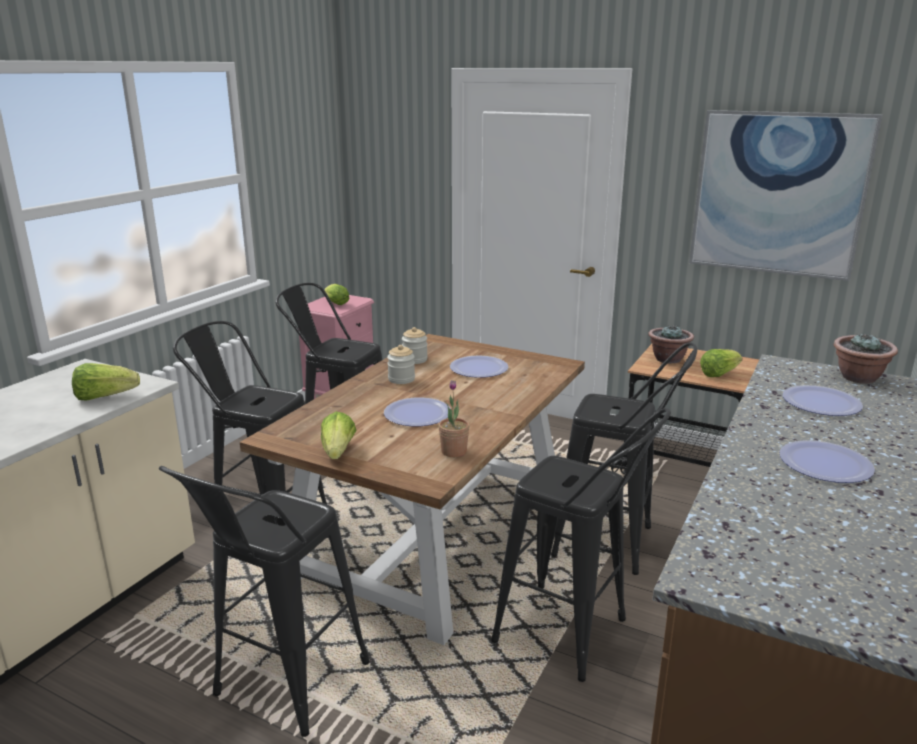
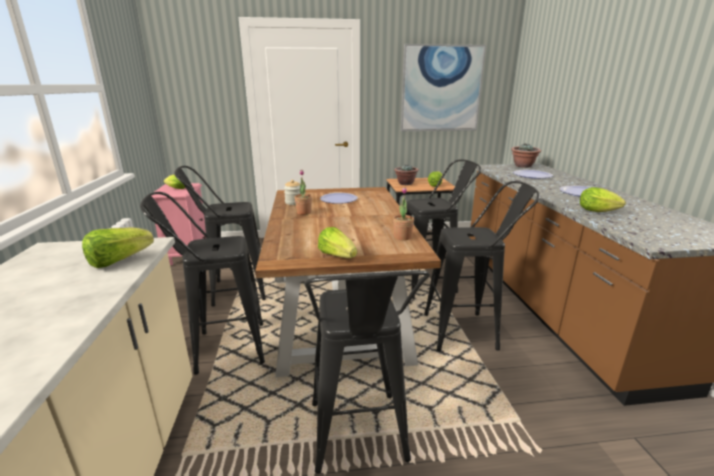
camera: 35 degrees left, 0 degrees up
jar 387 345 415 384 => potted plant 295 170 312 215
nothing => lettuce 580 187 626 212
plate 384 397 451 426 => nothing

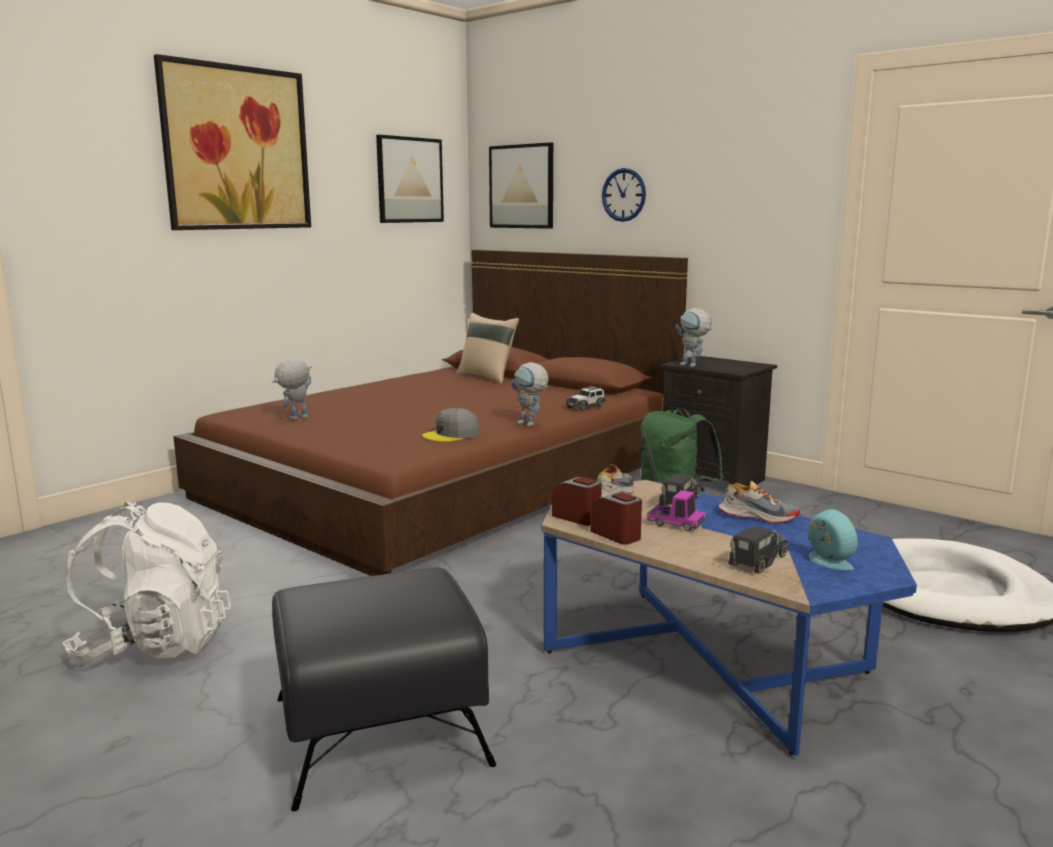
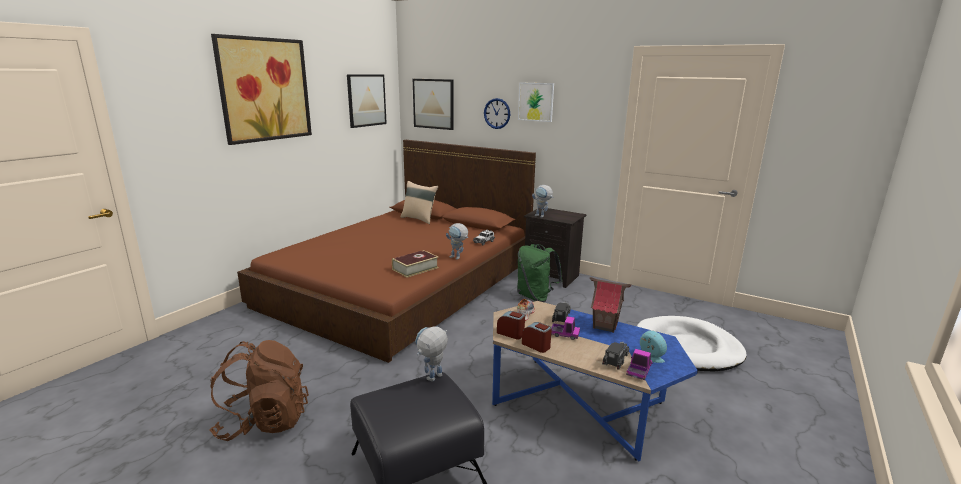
camera: 10 degrees left, 5 degrees up
backpack (white) 62 502 231 661 => backpack (brown) 210 340 309 441
cap (grey) 422 408 480 442 => book 392 250 439 278
toy robot 272 358 312 420 => toy robot 415 326 448 381, moved
nothing => picture 518 82 554 122
shoe 718 481 800 523 => toy house 590 277 631 333
nothing => toy truck 626 349 653 380

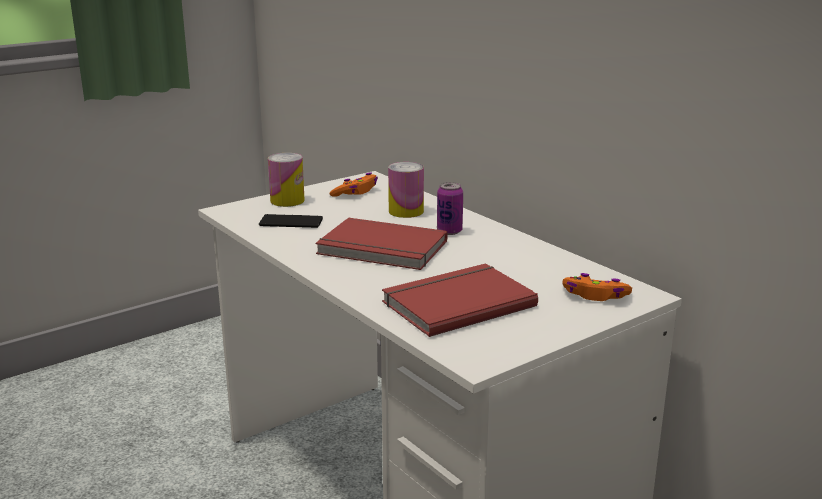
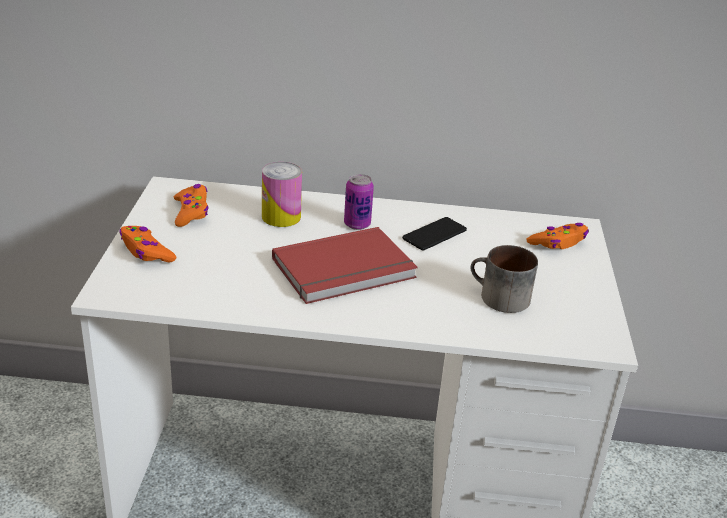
camera: 50 degrees left, 10 degrees up
can 268 153 305 207 => game controller (orange) 119 226 176 263
phone 259 214 323 228 => phone 402 217 467 250, moved
book (red) 382 263 538 337 => mug 471 245 538 313

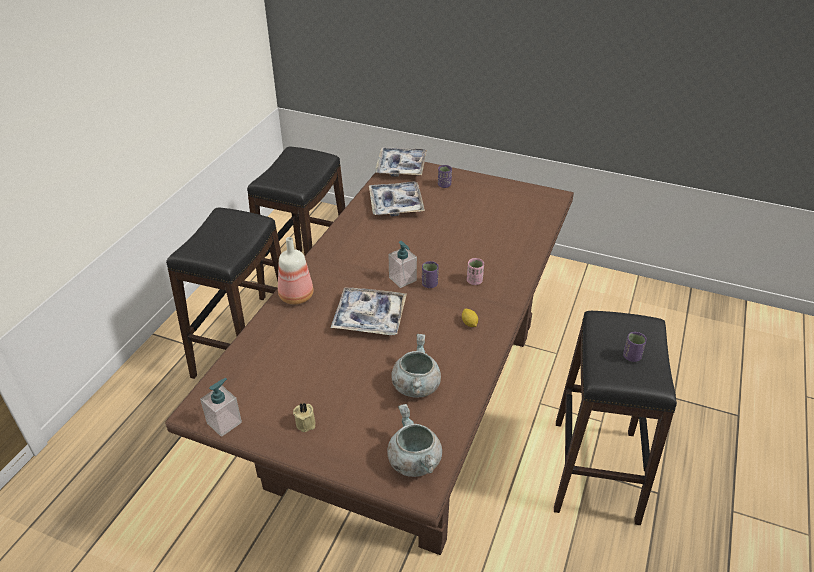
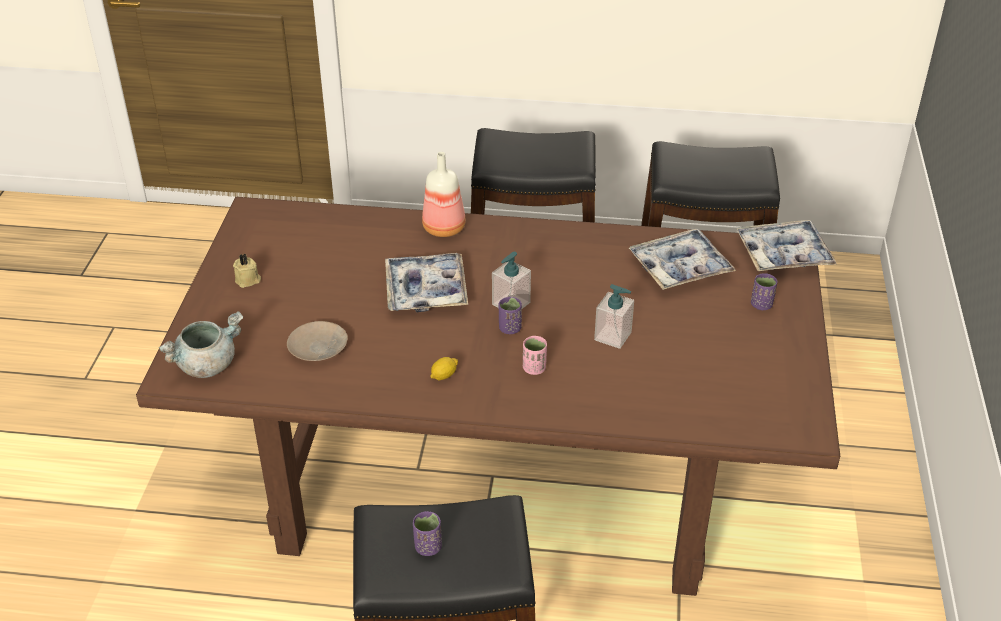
camera: 75 degrees right, 0 degrees up
cooking pot (grey) 391 334 441 397 => plate (beige) 287 321 348 361
soap dispenser 200 378 242 437 => soap dispenser 594 284 634 349, moved

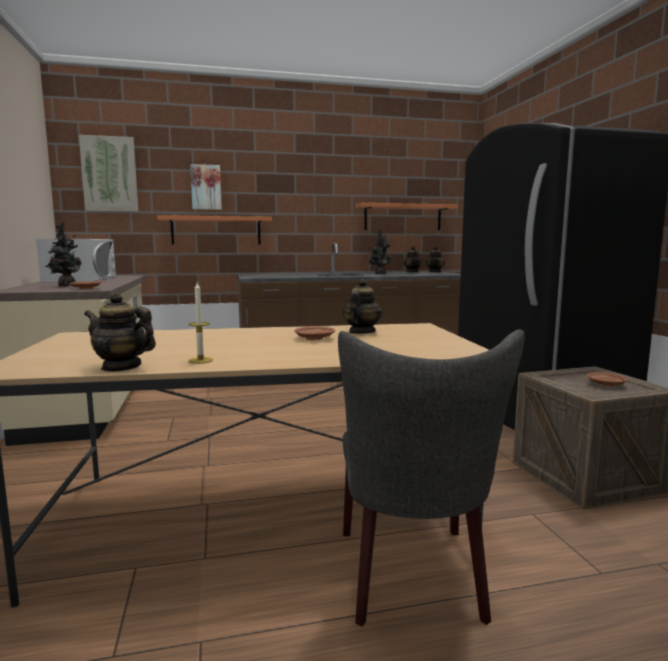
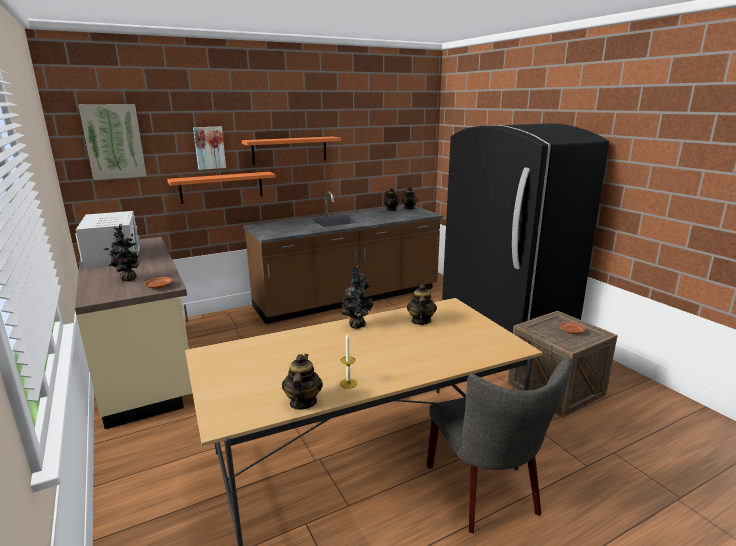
camera: 15 degrees left, 10 degrees up
shelf (orange) 356 203 458 231 => shelf (orange) 242 137 341 165, moved
teapot 84 293 156 372 => teapot 282 354 323 410, 90 degrees clockwise
potted plant 368 229 392 274 => potted plant 340 266 373 329, moved
plate (brown) 294 326 335 340 => nothing

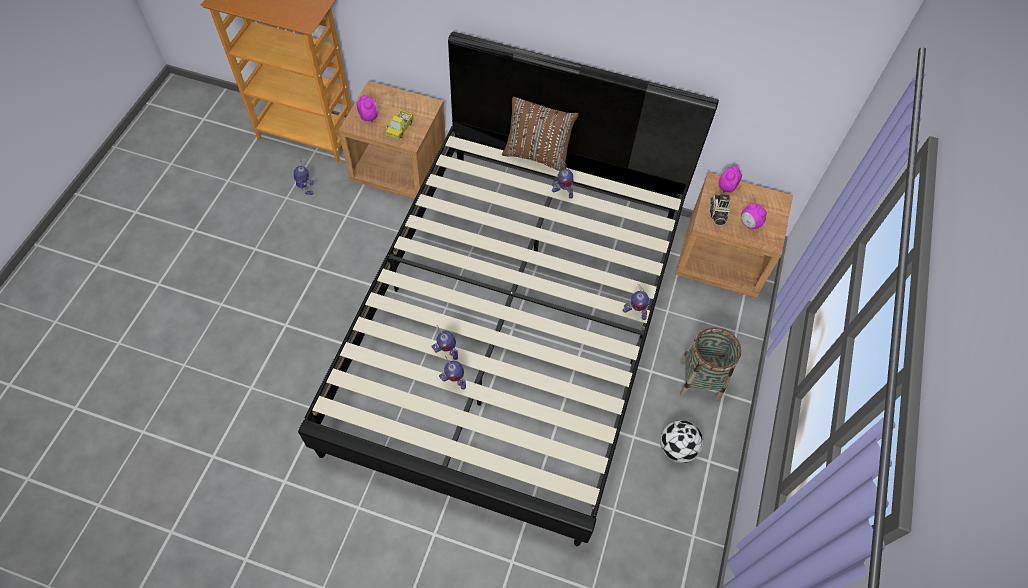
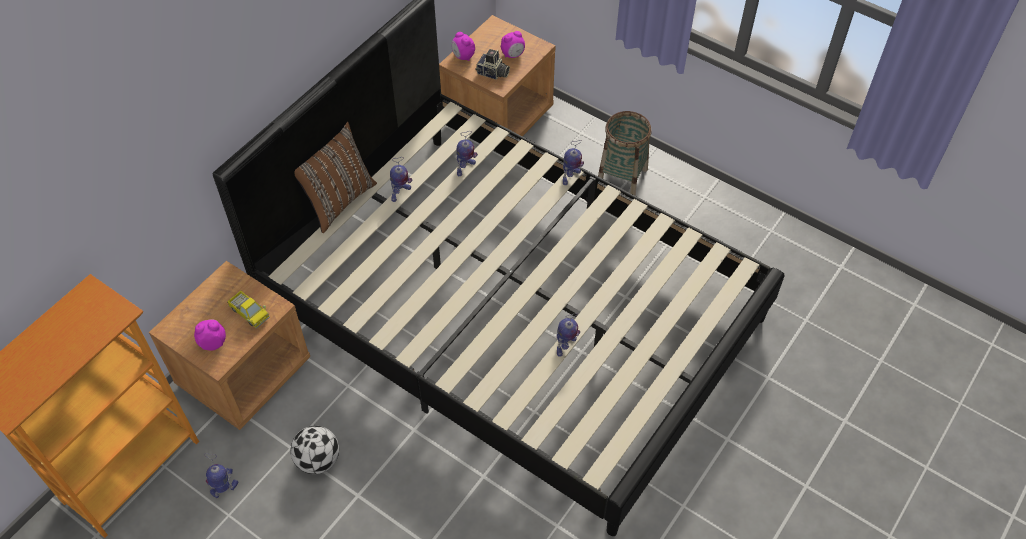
camera: 70 degrees left, 5 degrees down
football 660 420 703 463 => football 291 426 339 474, moved
toy robot 439 356 466 389 => toy robot 456 131 478 176, moved

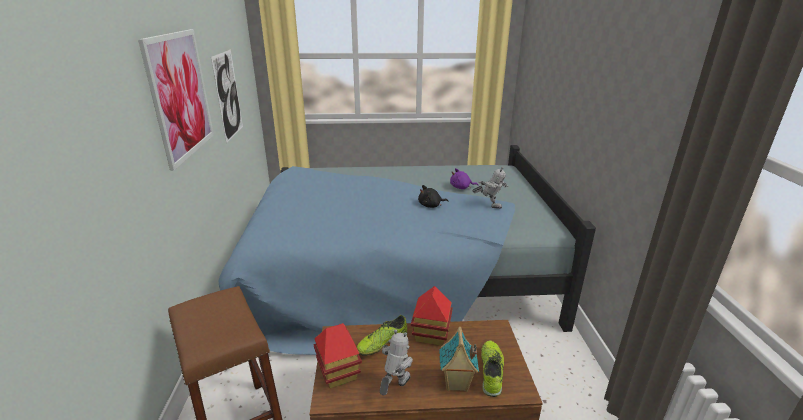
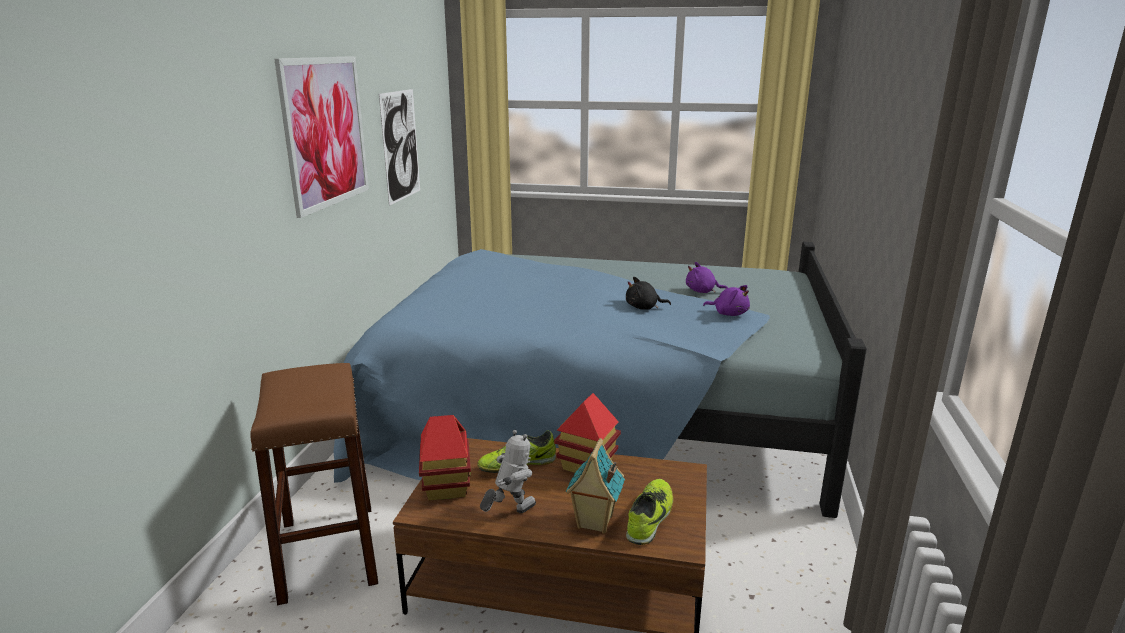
camera: 15 degrees right, 5 degrees down
toy robot 472 167 508 209 => plush toy (purple) 703 285 750 316

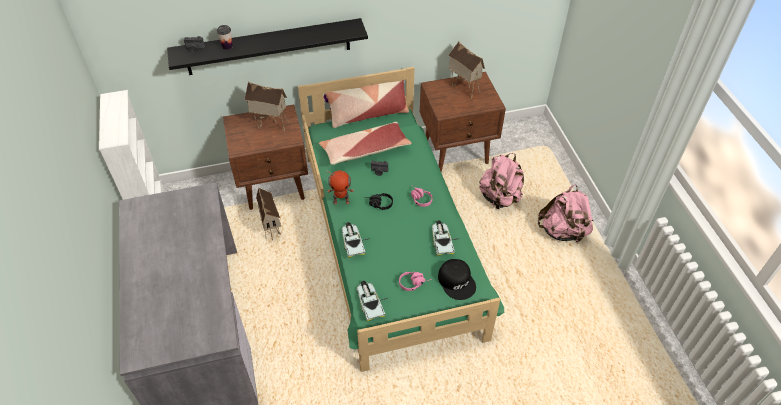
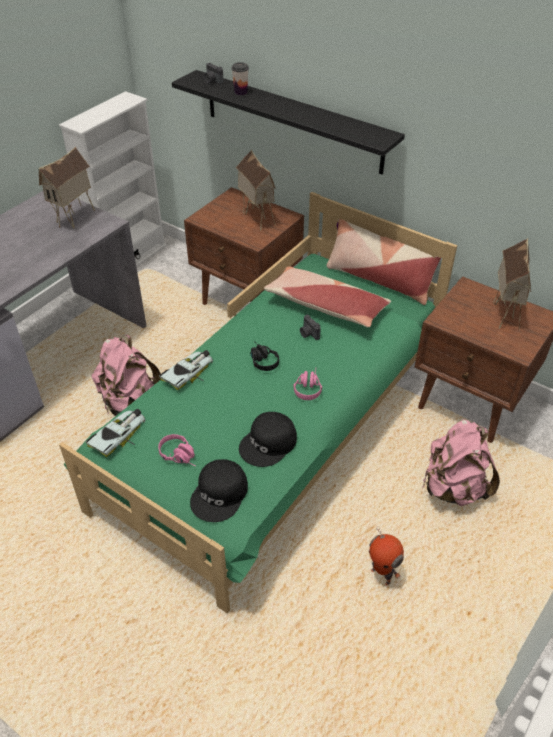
camera: 50 degrees right, 5 degrees down
toy house 256 187 282 240 => toy house 38 147 95 229, moved
backpack (pink) 538 184 593 243 => backpack (pink) 92 335 161 416, moved
toy car 432 220 457 256 => cap (black) 239 412 297 467
toy robot 327 170 354 204 => toy robot 368 526 404 586, moved

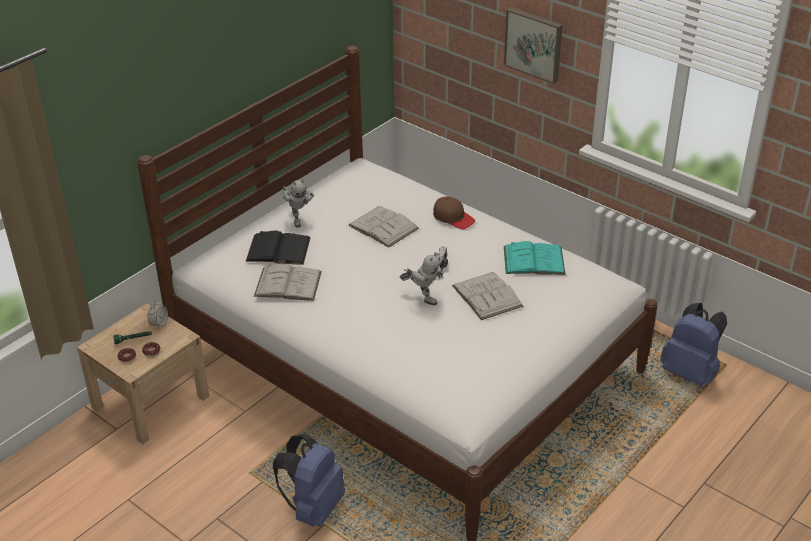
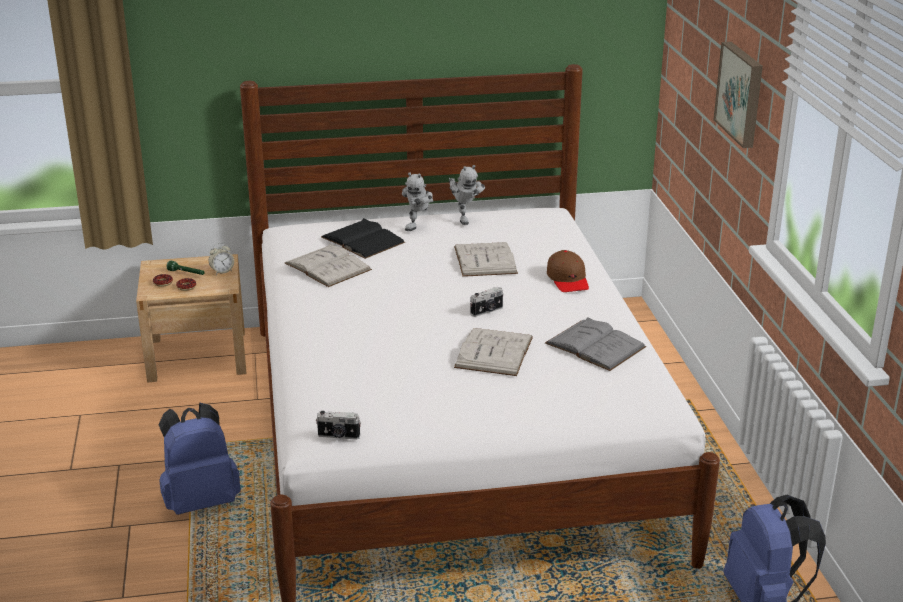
camera: 40 degrees right, 10 degrees down
nothing => photo camera 316 411 361 440
toy robot 400 252 444 305 => toy robot 449 165 485 225, moved
book (turquoise) 504 241 566 275 => book (grey) 545 317 646 371

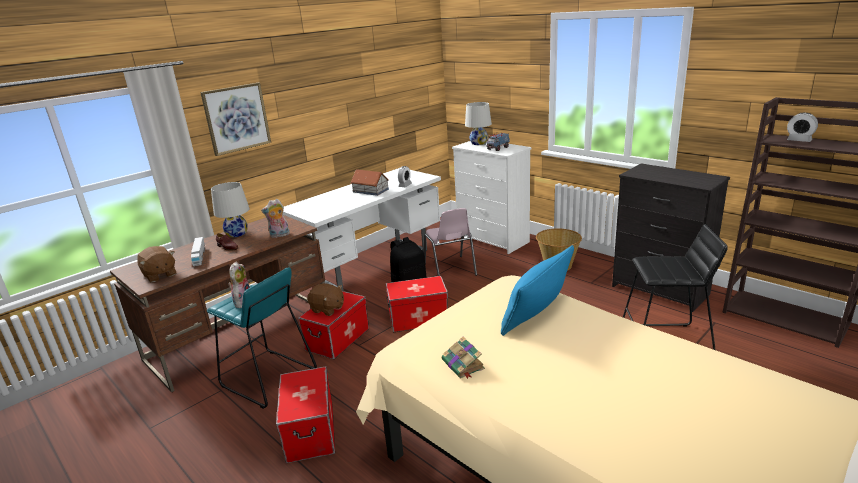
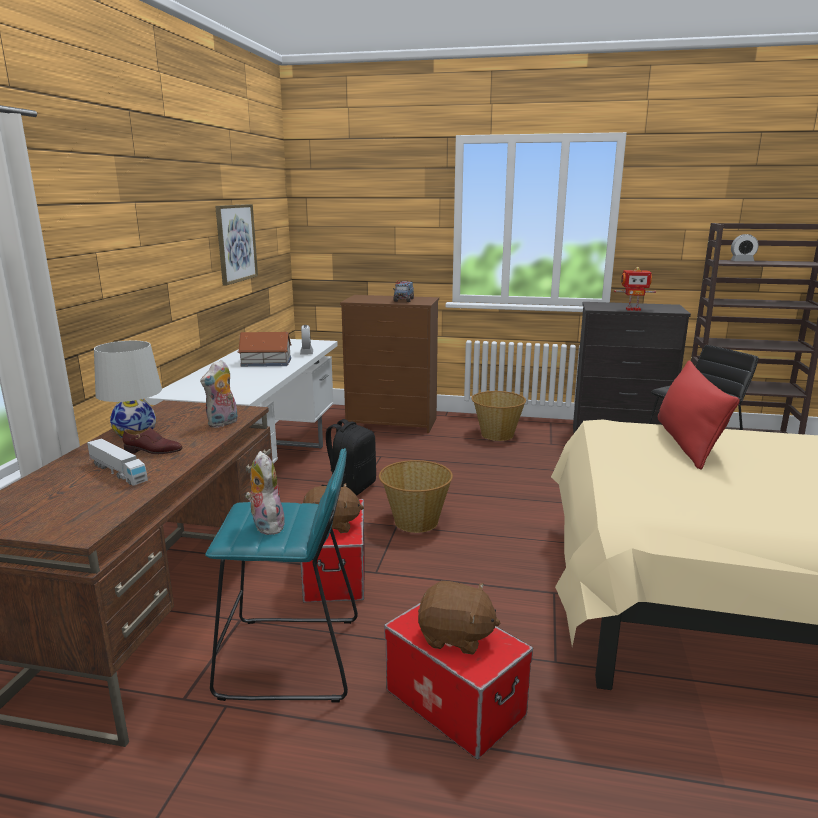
camera: 35 degrees left, 5 degrees down
picture 200 83 271 156 => picture 215 204 258 286, moved
dresser (white) 452 141 531 254 => dresser (brown) 340 295 439 433
storage box 386 276 448 332 => basket 379 460 453 533
plush toy (brown) 137 246 176 282 => plush toy (brown) 418 581 500 655, moved
nothing => toy robot 614 267 656 311
pillow (blue) 501 245 574 336 => pillow (red) 658 360 740 470
chair (pink) 424 208 477 276 => nothing
book 442 336 485 379 => nothing
table lamp (white) 465 102 492 145 => nothing

